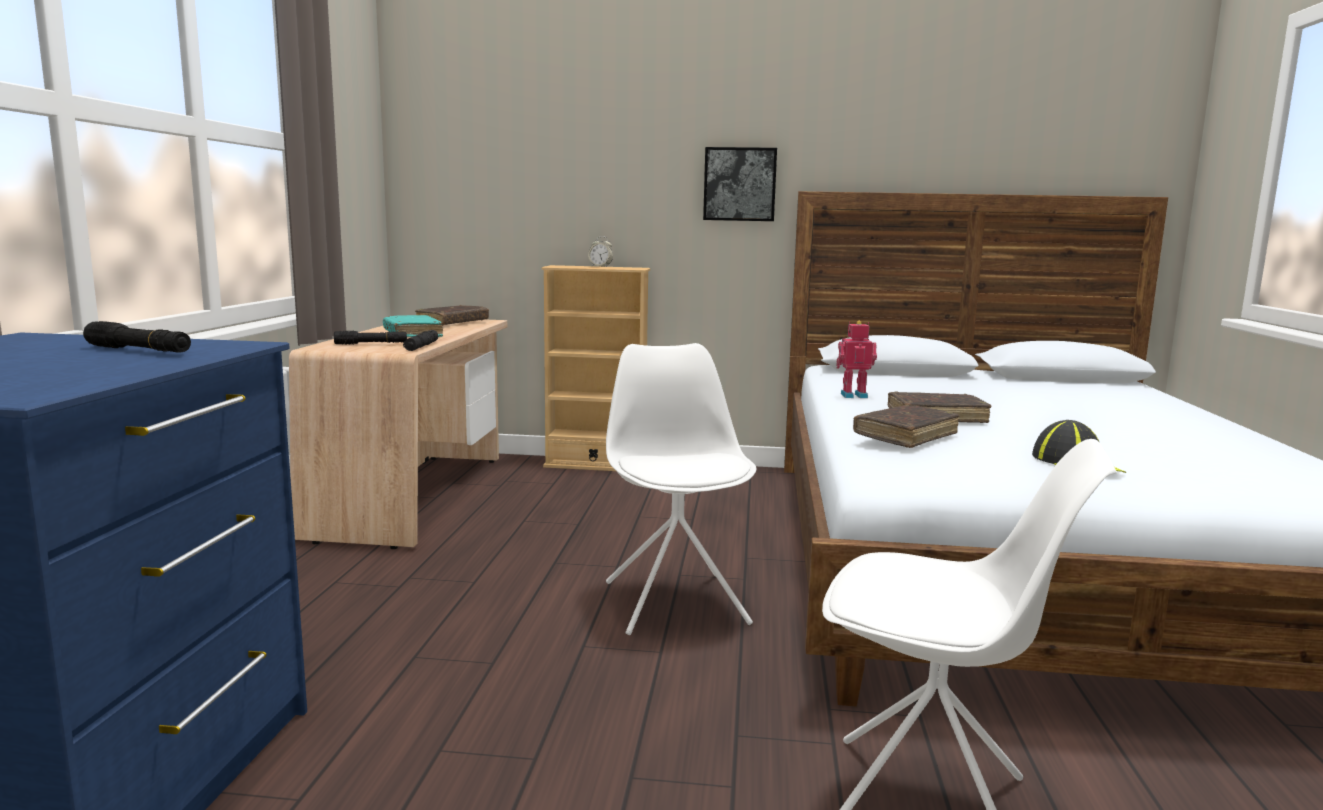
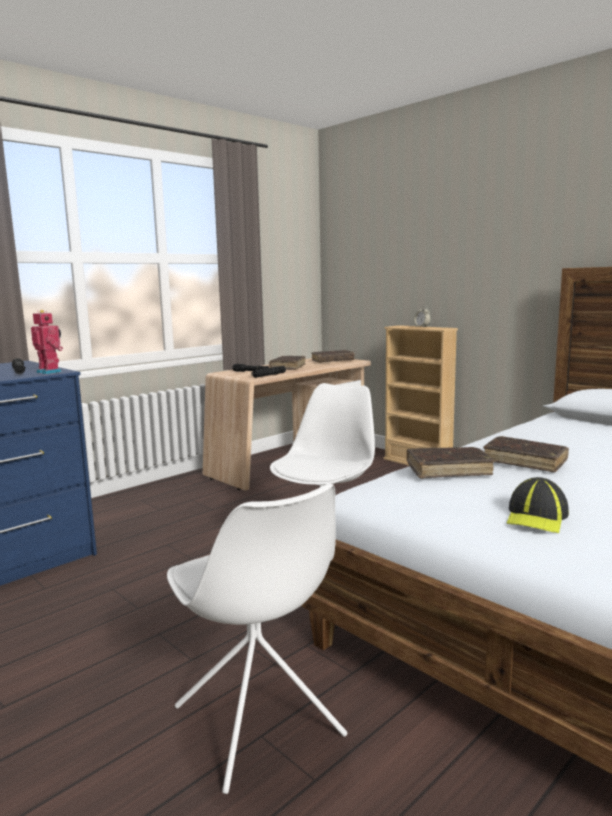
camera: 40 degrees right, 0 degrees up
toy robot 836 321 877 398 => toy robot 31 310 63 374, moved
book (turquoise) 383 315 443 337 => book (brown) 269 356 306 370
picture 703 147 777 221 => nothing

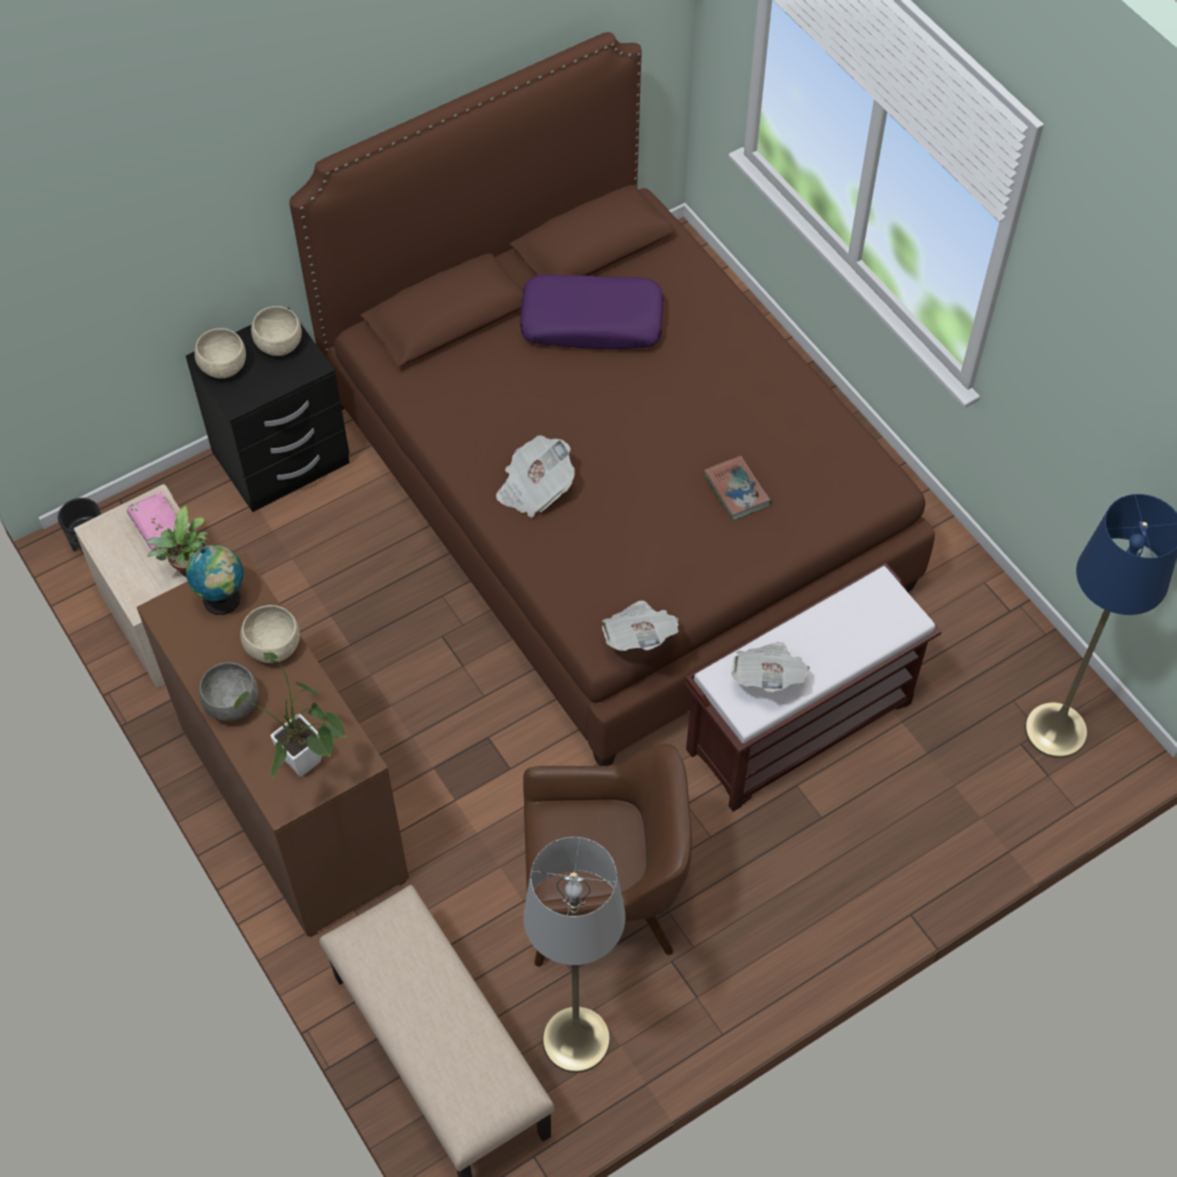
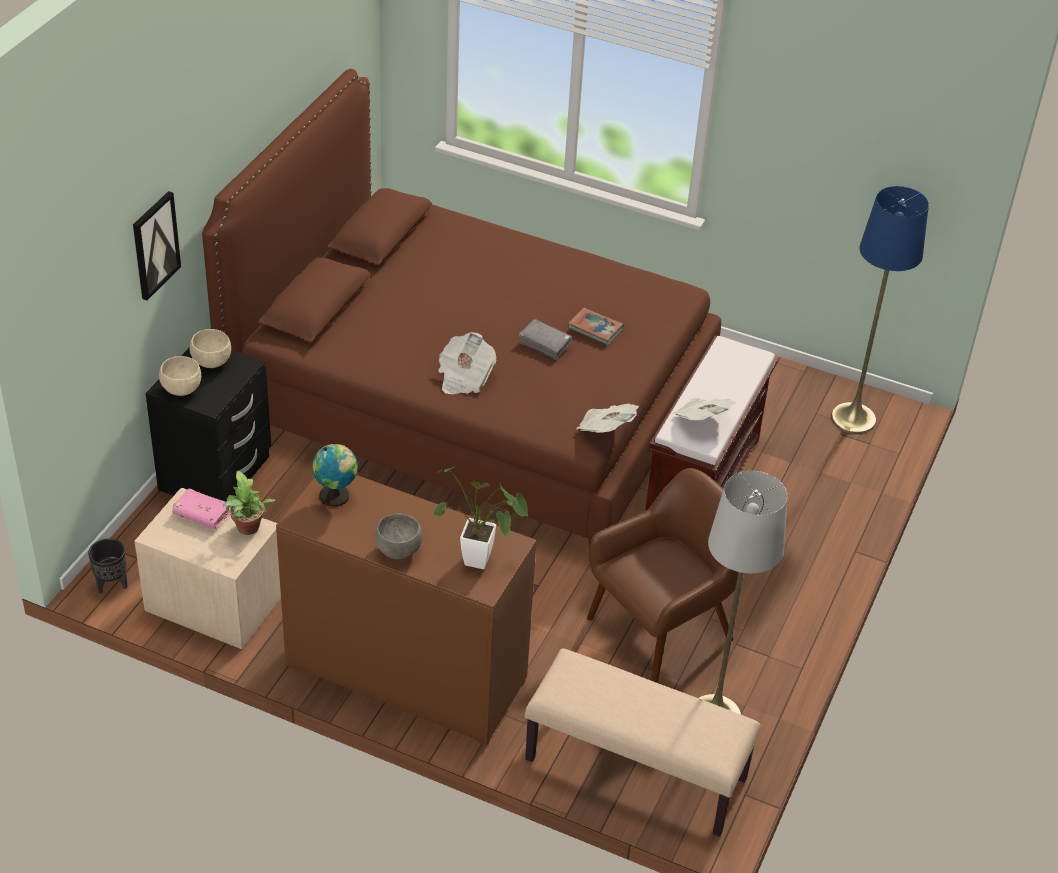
camera: 35 degrees left, 15 degrees down
nothing => picture 133 191 181 300
nothing => book (grey) 518 319 572 360
bowl (beige) 241 605 300 663 => nothing
pillow (purple) 520 275 664 350 => nothing

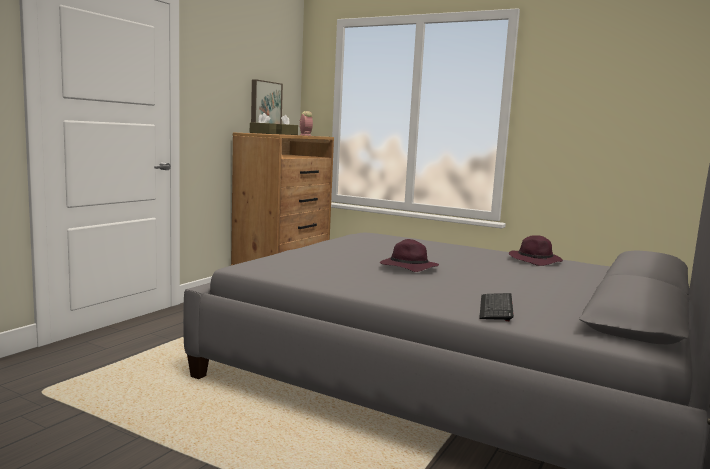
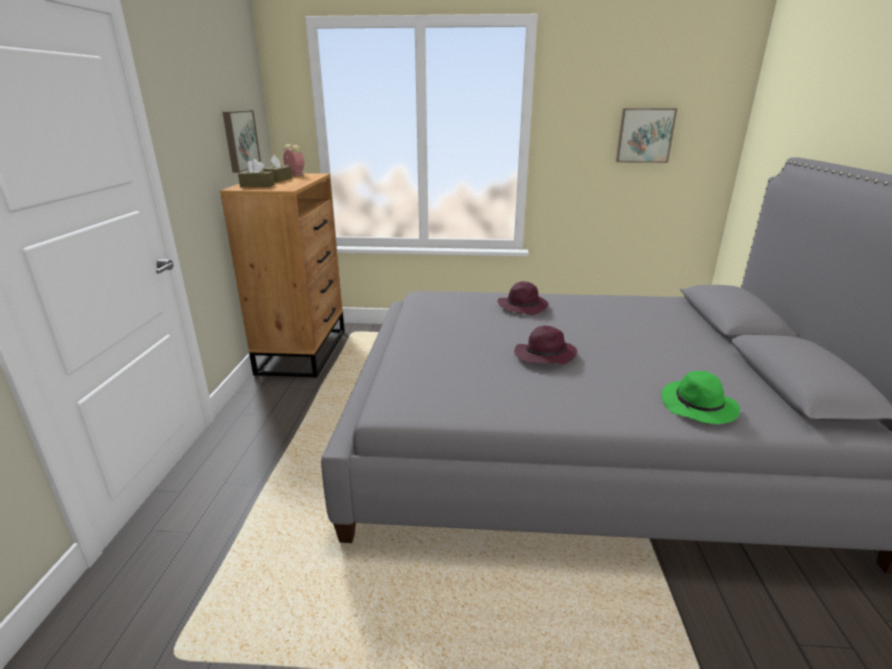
camera: 25 degrees left, 15 degrees up
hat (purple) 509 235 563 266 => hat (purple) 498 281 549 315, moved
nothing => picture 616 108 677 163
keyboard 479 293 514 322 => hat (green) 661 371 740 424

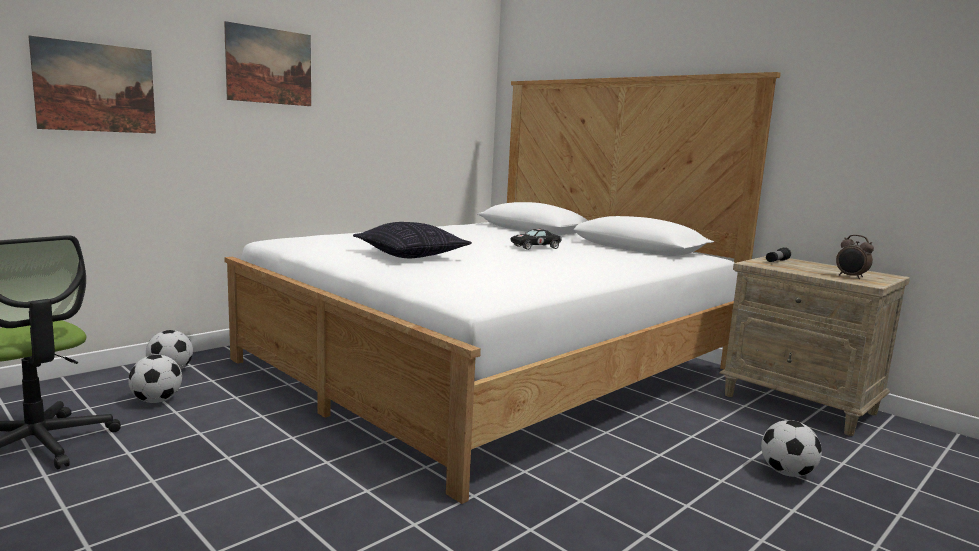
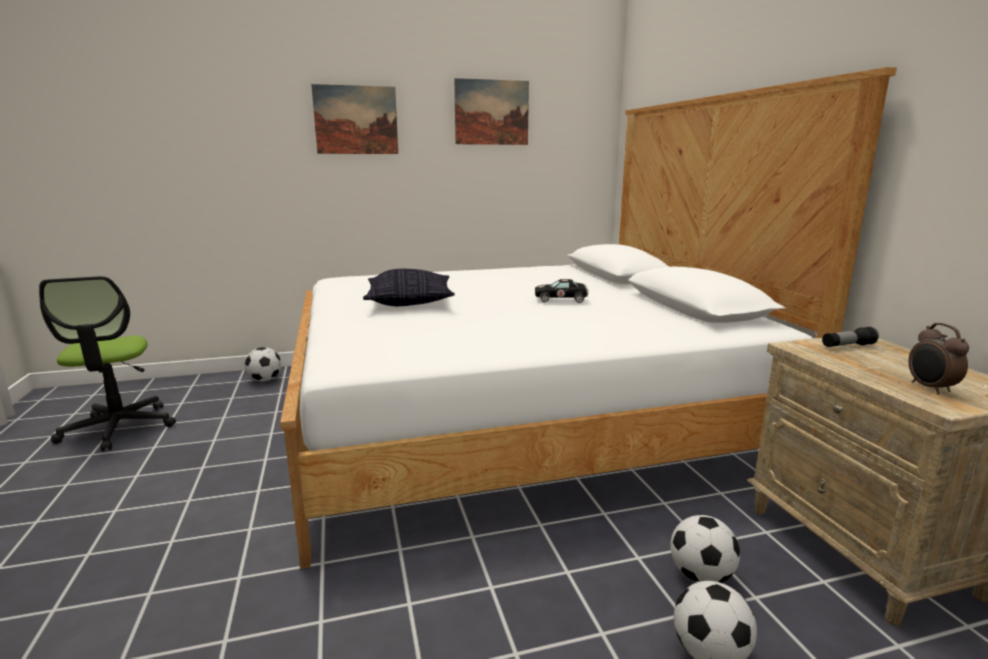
camera: 30 degrees right, 5 degrees up
picture 28 35 156 134 => picture 454 78 529 145, moved
football 128 355 182 403 => football 670 515 740 583, moved

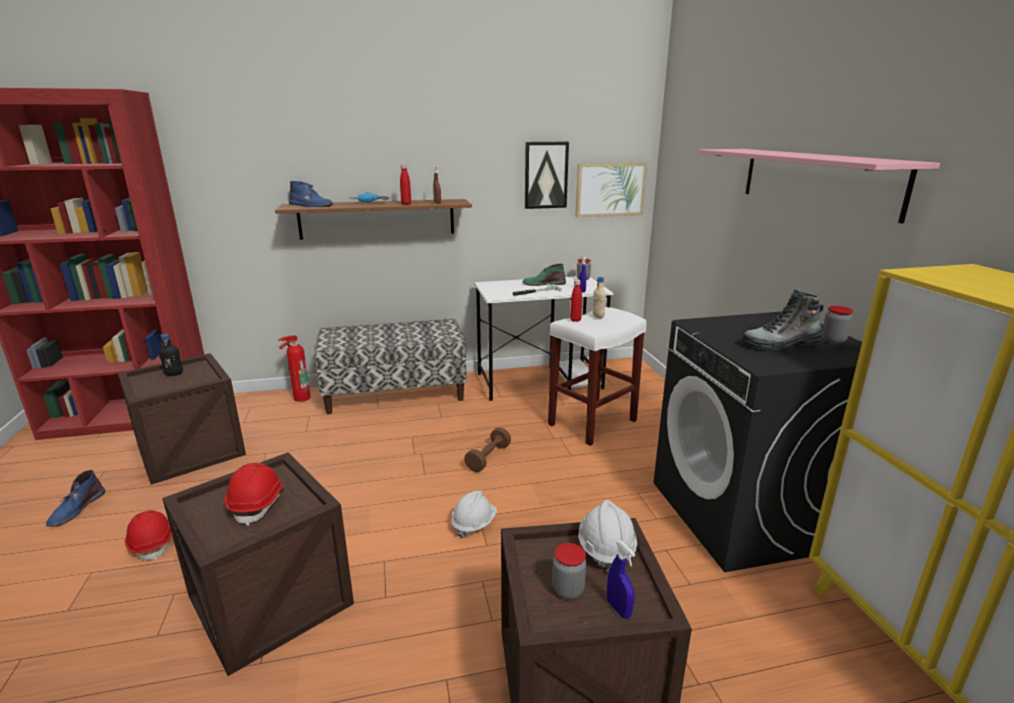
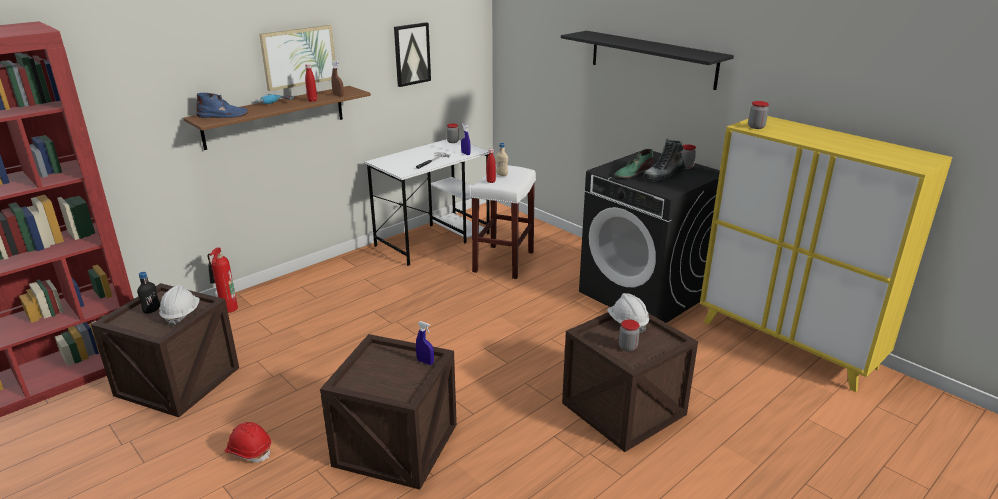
camera: 30 degrees left, 5 degrees up
hard hat (white) 451 490 497 538 => hard hat (white) 159 285 200 326, moved
picture 575 163 647 217 => picture 259 25 335 91, moved
spray bottle (blue) 607 541 635 619 => spray bottle (blue) 416 321 434 365, moved
shelf (pink) 698 149 940 224 => shelf (black) 561 31 734 90
boot (green) 522 264 566 286 => boot (green) 614 149 654 179, moved
nothing => jar 748 101 769 129
boot (blue) 46 470 105 527 => nothing
hard hat (red) 225 463 285 526 => nothing
bench 314 319 467 414 => nothing
dumbbell (brown) 464 427 511 472 => nothing

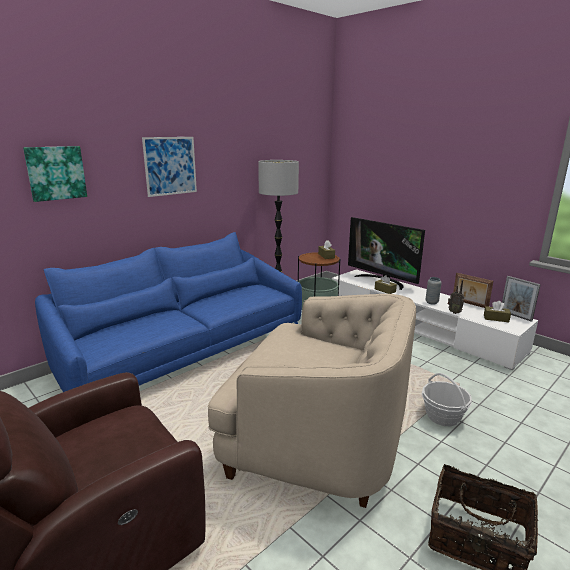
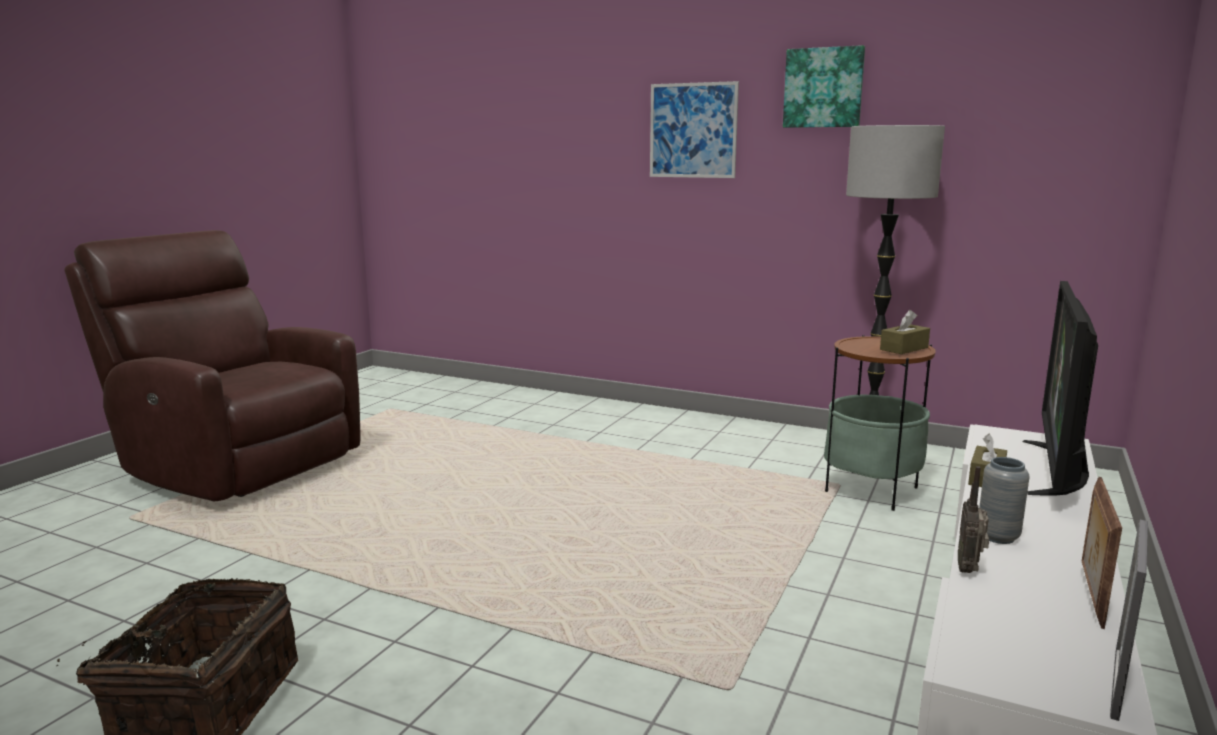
camera: 70 degrees right, 5 degrees down
picture 23 146 87 202 => picture 783 45 865 128, moved
sofa (blue) 35 232 302 392 => nothing
armchair (beige) 208 294 416 508 => nothing
basket 422 373 472 426 => nothing
tissue box (brown) 484 301 511 322 => nothing

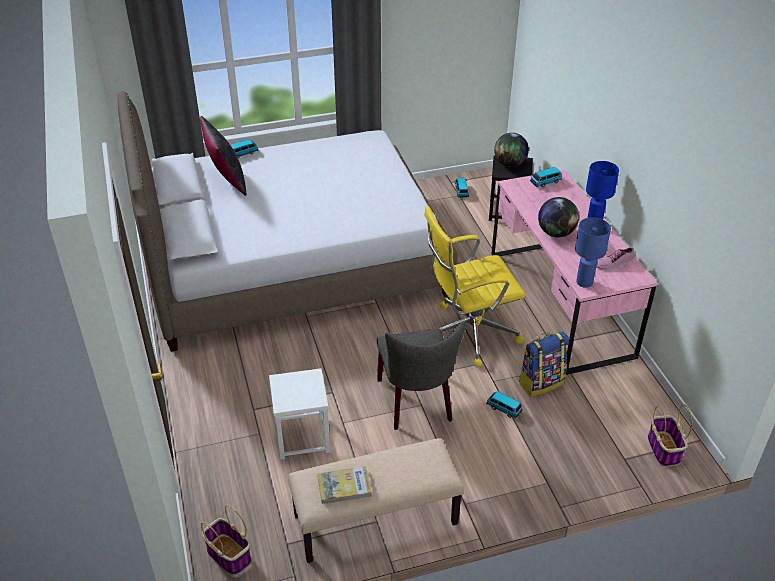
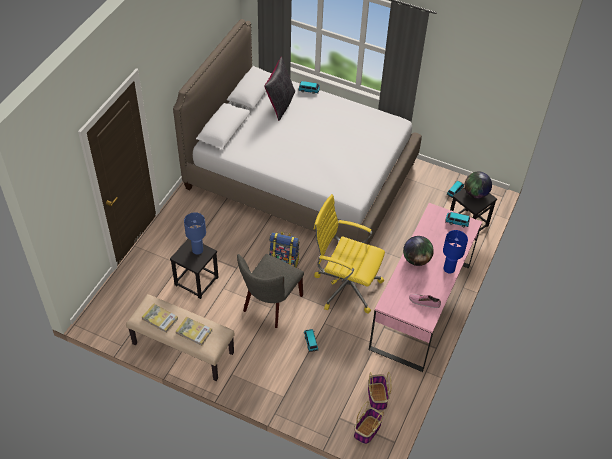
camera: 40 degrees right, 10 degrees up
stool (white) 269 368 330 460 => stool (black) 170 239 219 299
nothing => book 175 317 212 346
table lamp (blue) 575 217 611 288 => table lamp (blue) 184 212 206 255, moved
backpack 519 331 569 397 => backpack 269 232 299 267, moved
basket 201 505 252 575 => basket 368 372 391 410, moved

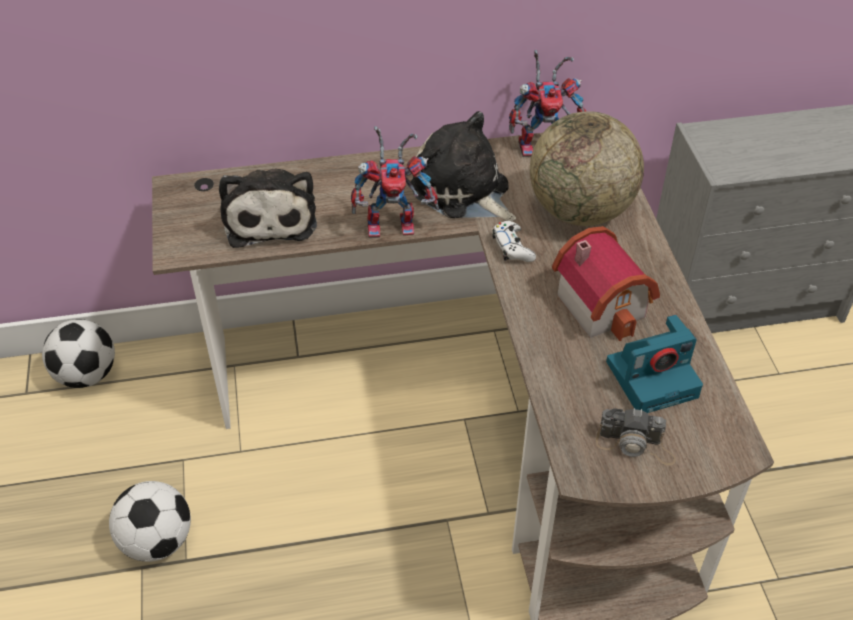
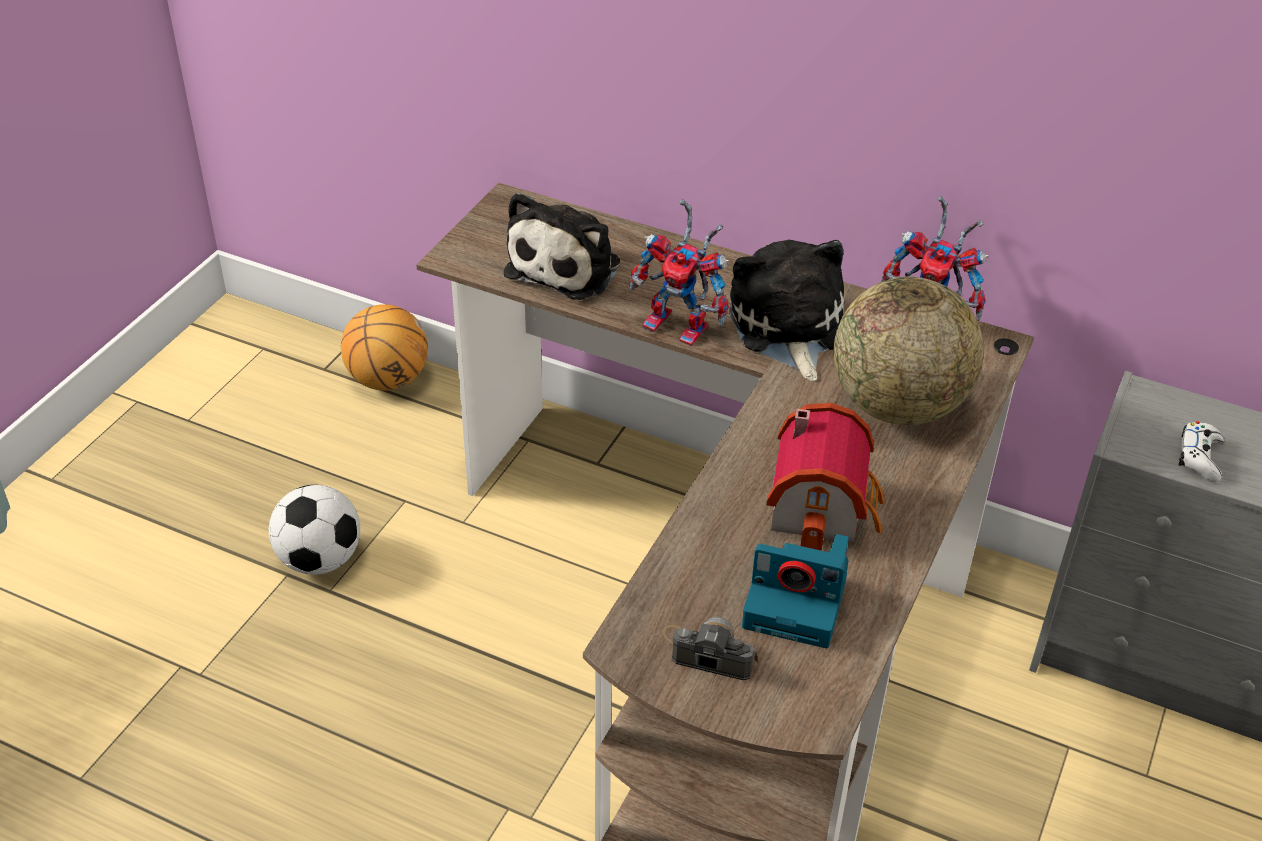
camera: 35 degrees right, 5 degrees down
football 42 319 115 388 => basketball 341 304 428 390
photo camera 596 408 676 466 => photo camera 663 617 759 680, 150 degrees clockwise
game controller (white) 492 221 536 262 => game controller (white) 1179 421 1224 482, moved

